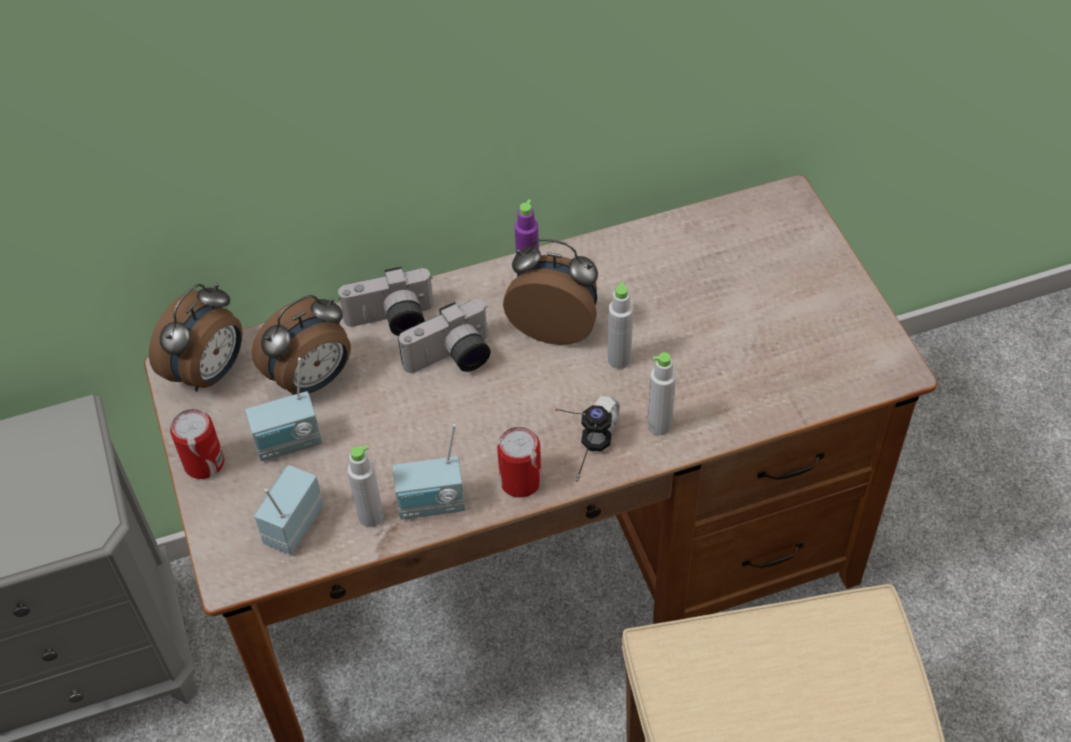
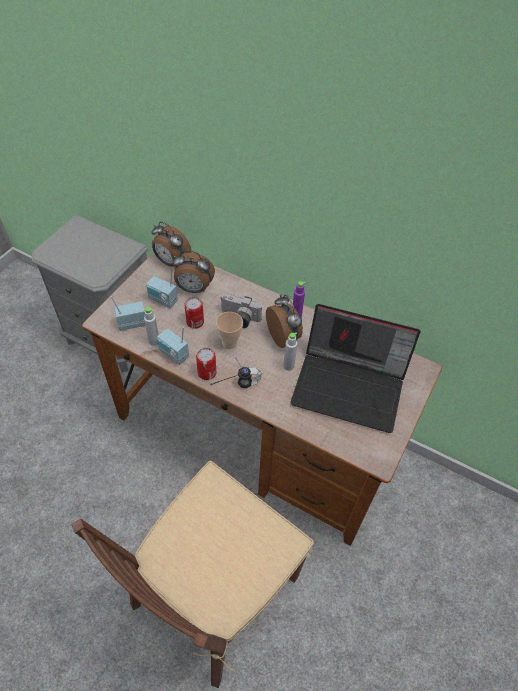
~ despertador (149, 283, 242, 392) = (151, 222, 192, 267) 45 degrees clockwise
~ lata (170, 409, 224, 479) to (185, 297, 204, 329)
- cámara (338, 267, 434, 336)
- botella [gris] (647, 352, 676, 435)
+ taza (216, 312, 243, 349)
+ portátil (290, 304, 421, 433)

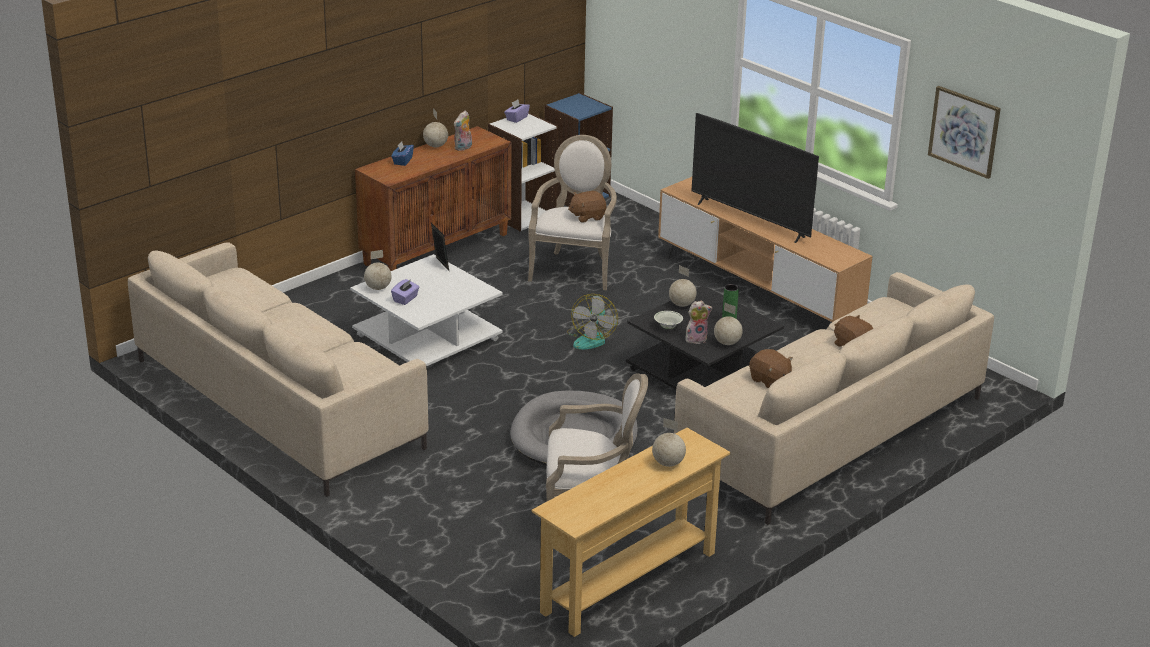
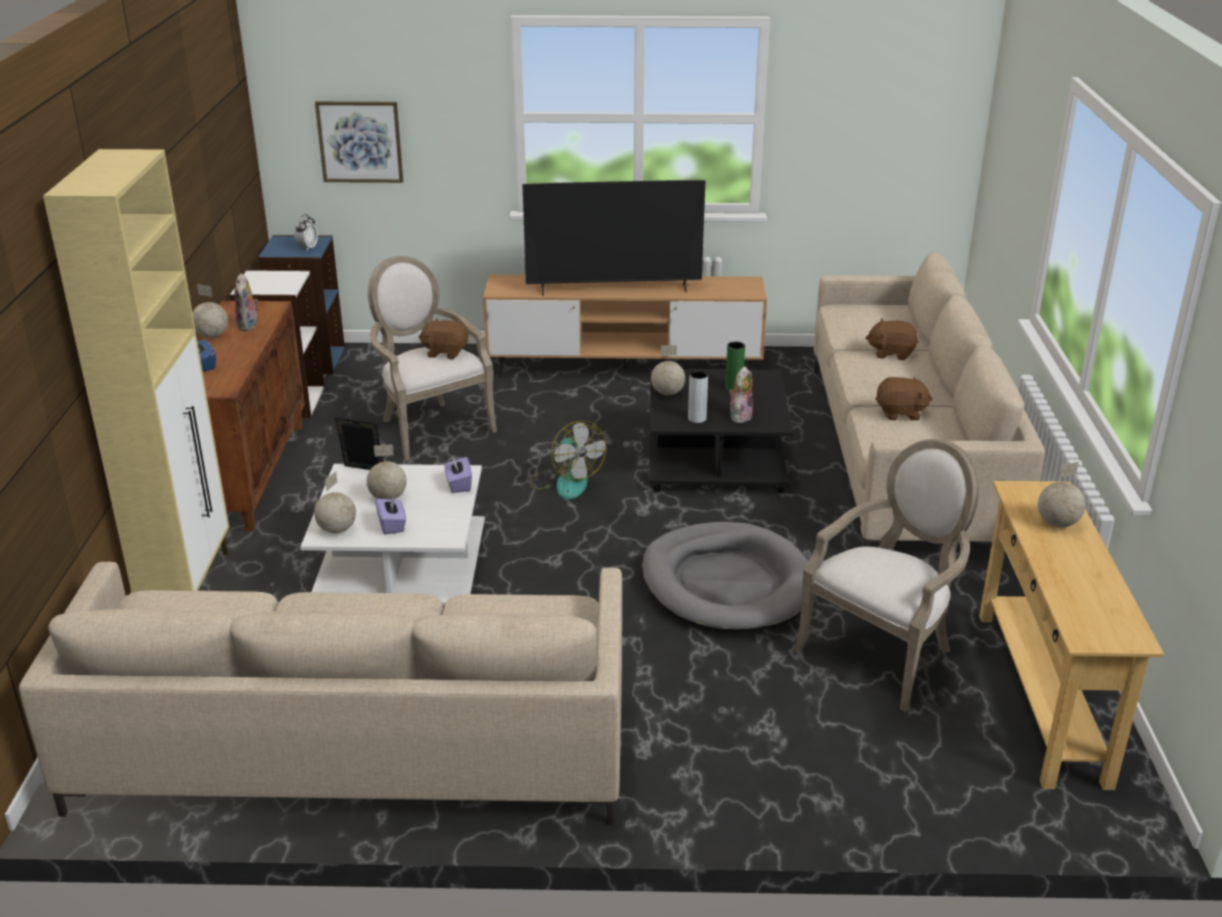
~ caja de pañuelos [morado] (504, 100, 530, 123) to (444, 456, 472, 493)
~ peluche [marrón] (568, 191, 606, 223) = (419, 318, 469, 359) 75 degrees clockwise
~ cuenco [blanco] (654, 311, 683, 329) to florero [gris] (688, 371, 708, 423)
~ globo terráqueo (714, 303, 743, 345) to (367, 444, 407, 499)
~ cuadro (928, 86, 1001, 179) to (315, 101, 403, 183)
+ armario [beis] (43, 149, 229, 593)
+ despertador (294, 214, 318, 252)

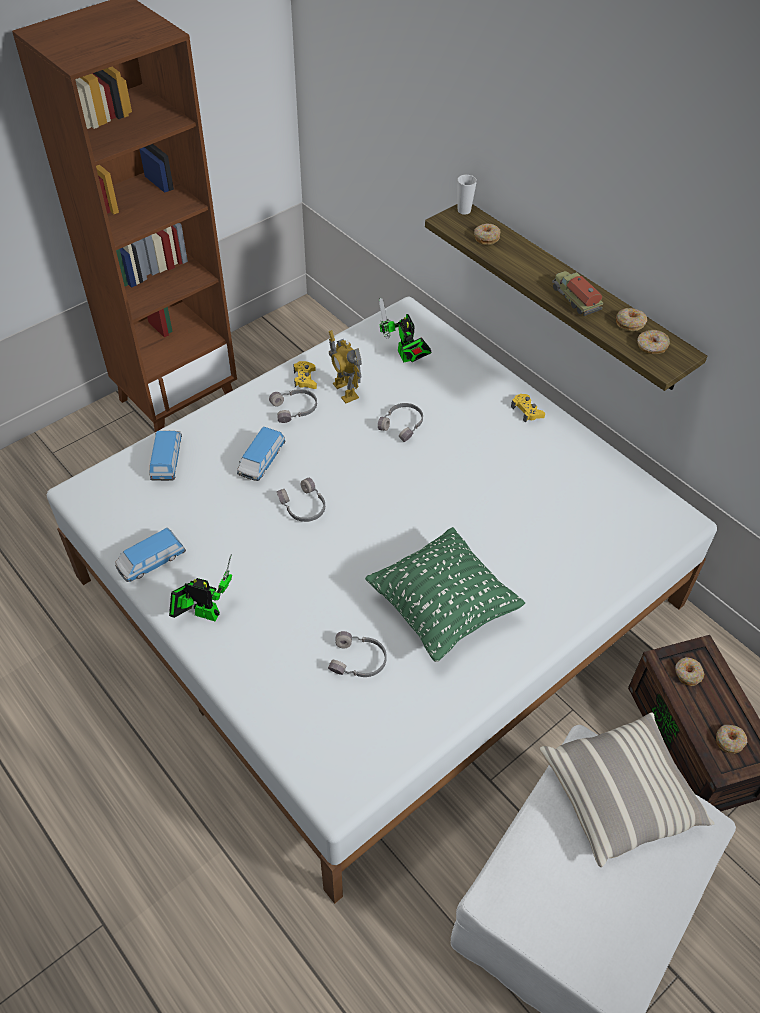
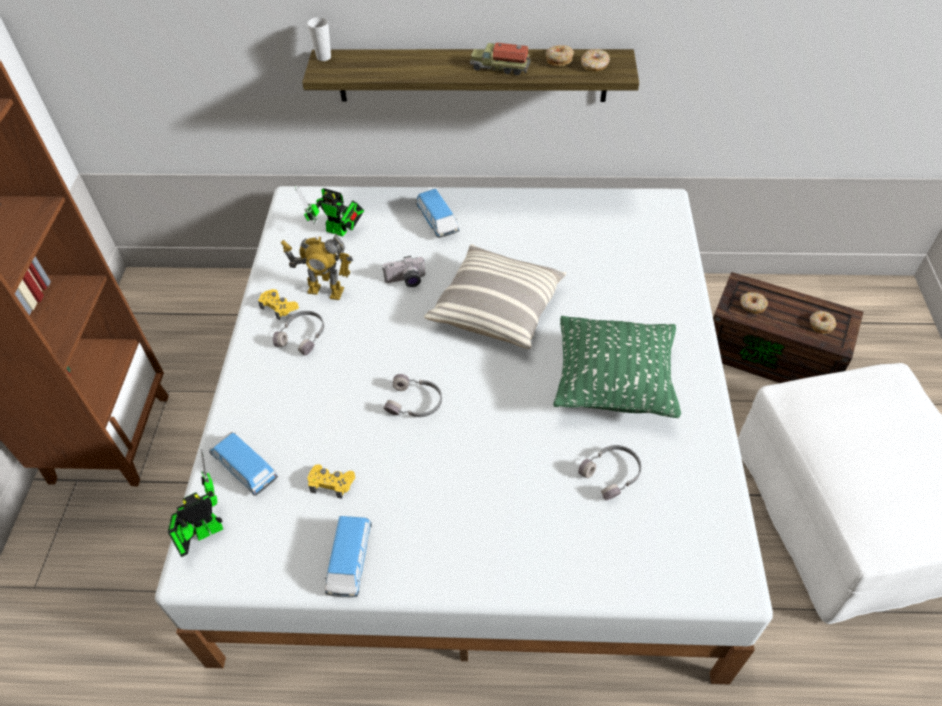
~ robot de juguete (169, 554, 232, 622) to (168, 449, 223, 557)
~ coche de juguete (237, 427, 285, 481) to (416, 189, 459, 238)
~ auriculares [gris] (378, 403, 423, 442) to cámara (382, 256, 425, 287)
- rosquilla (474, 224, 500, 245)
~ mando de consola [amarillo] (511, 394, 545, 422) to (308, 464, 355, 499)
~ cojín (540, 712, 715, 867) to (424, 244, 567, 349)

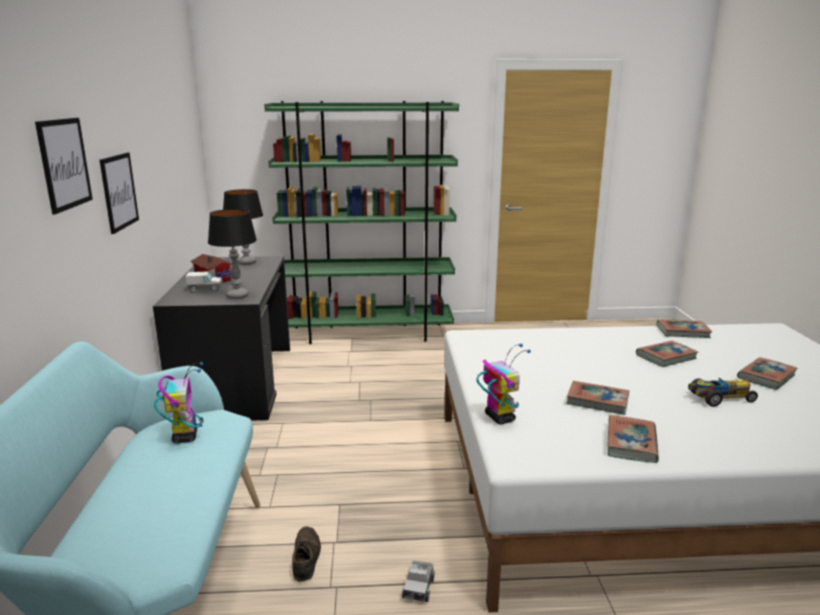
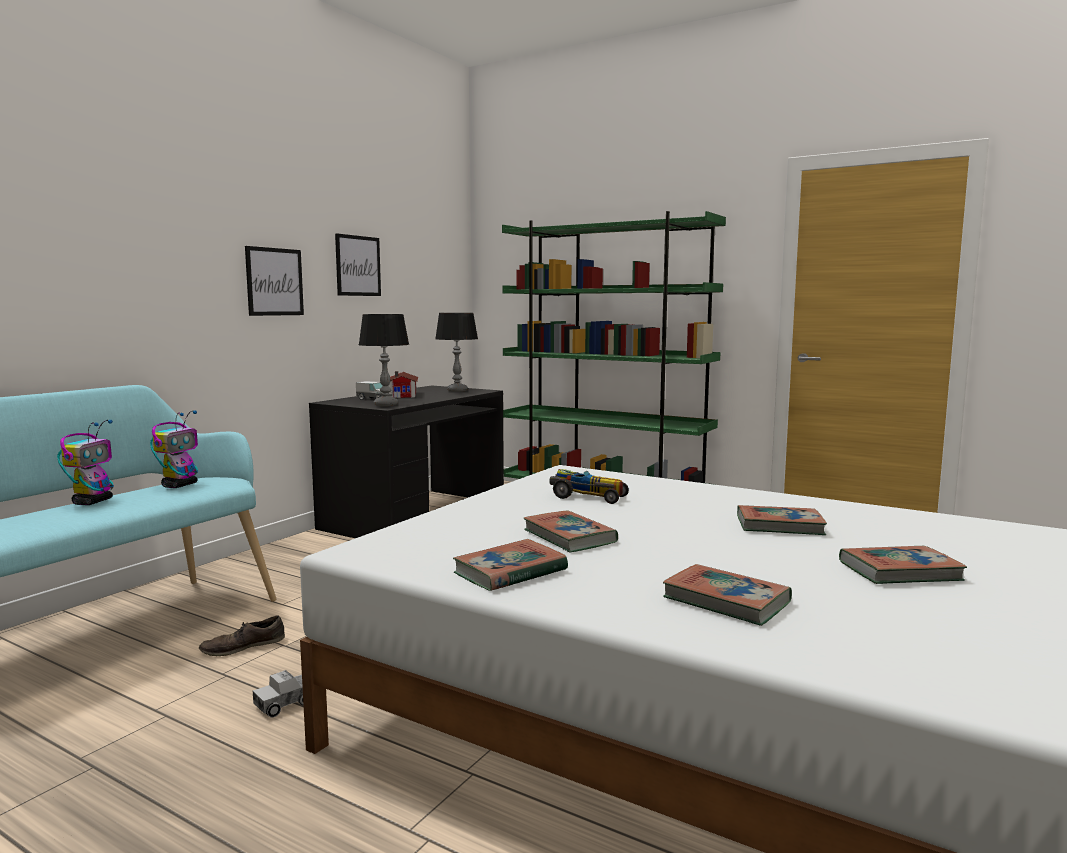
~ cuadro (35, 118, 93, 214) to (335, 233, 381, 296)
~ zapato [marrón] (292, 527, 321, 582) = (199, 615, 285, 656) 150 degrees counterclockwise
~ robot de juguete (476, 344, 531, 424) to (57, 420, 114, 505)
~ libro (657, 320, 712, 338) to (663, 564, 792, 626)
~ coche de juguete (688, 378, 758, 407) to (550, 469, 629, 504)

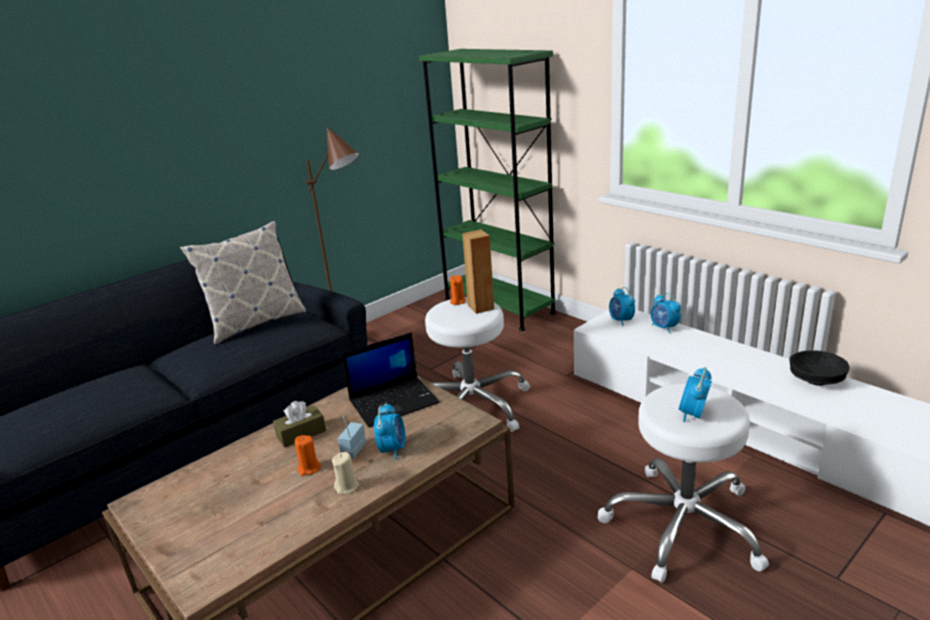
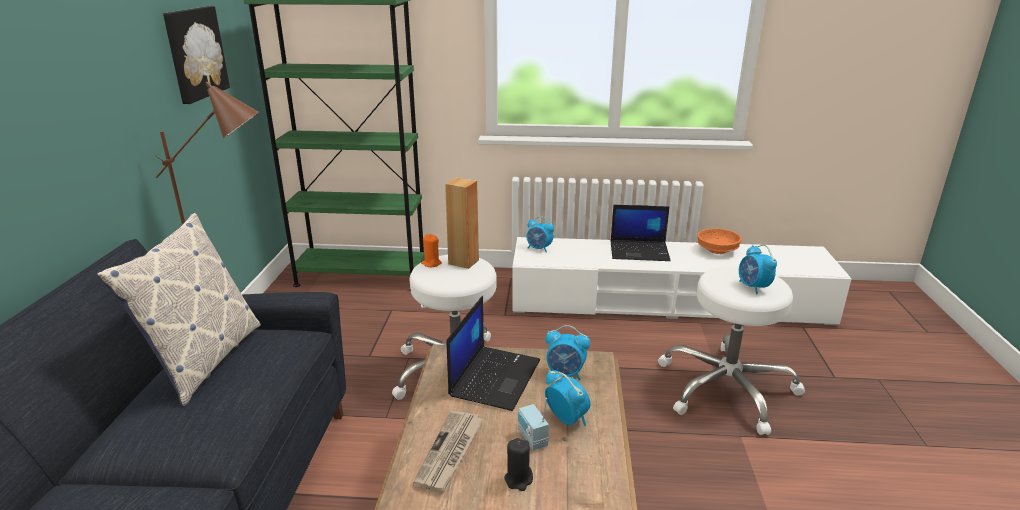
~ caja de pañuelos [marrón] (273, 401, 326, 448) to periódico (413, 410, 483, 491)
~ vela [naranja] (295, 435, 321, 476) to vela [negro] (504, 438, 533, 491)
- vela [beis] (332, 452, 360, 494)
~ despertador (651, 293, 681, 333) to (545, 325, 590, 380)
~ cuenco [negro] (789, 350, 850, 386) to cuenco [naranja] (697, 228, 742, 254)
+ cuadro (163, 6, 230, 104)
+ portátil (611, 205, 671, 261)

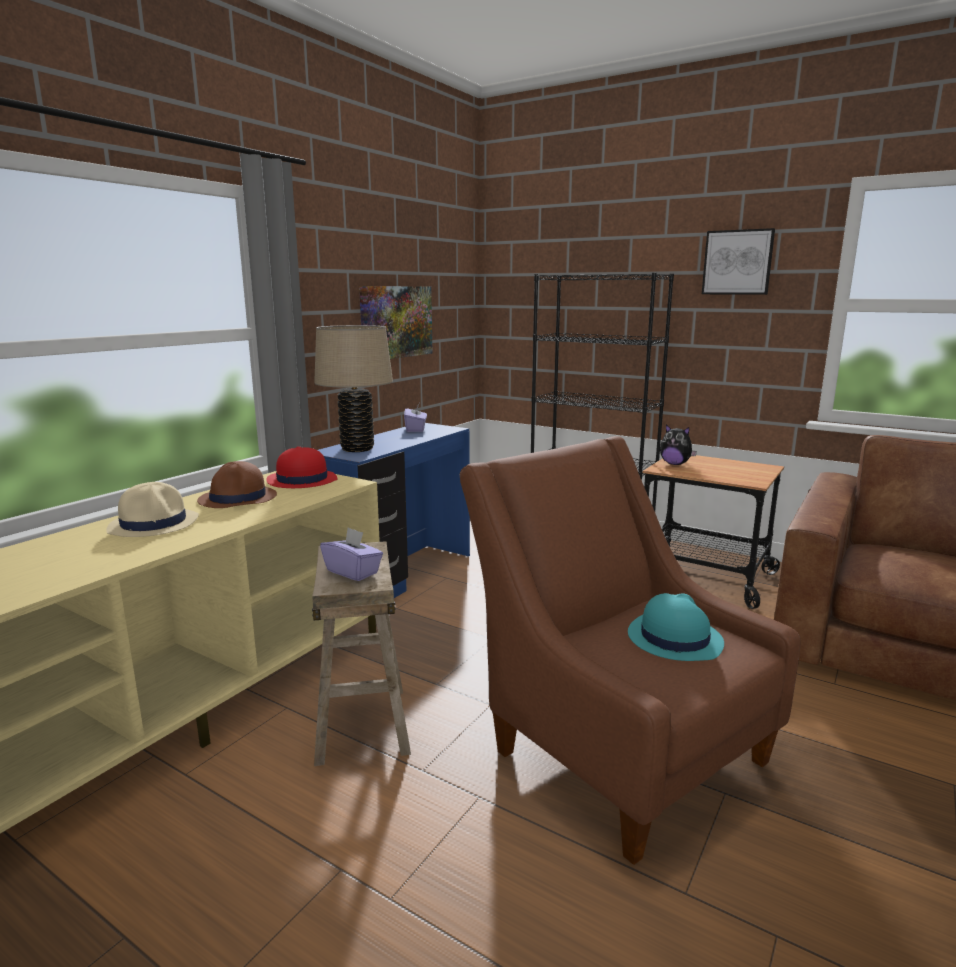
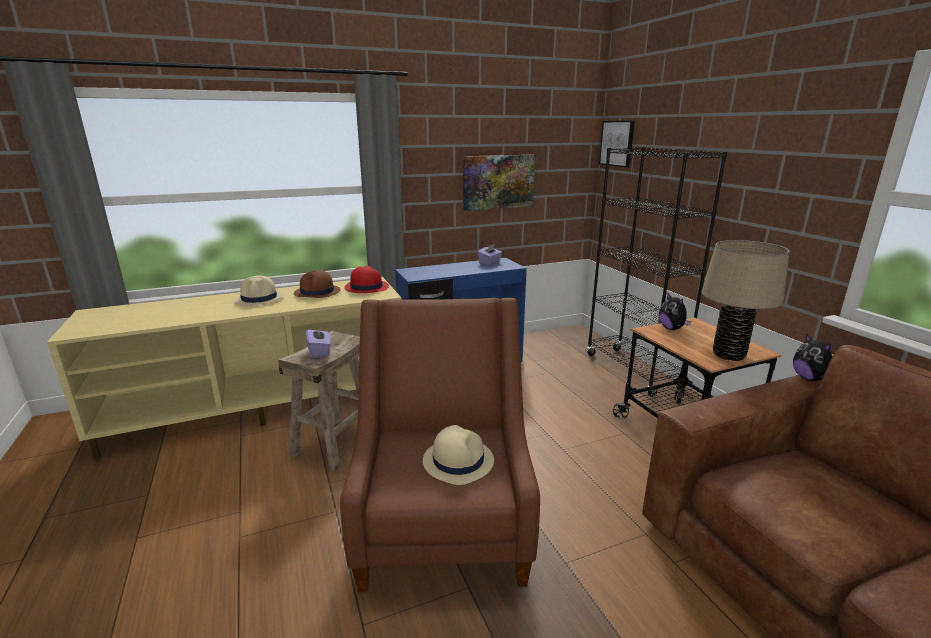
~ lámpara de mesa [beis] (314, 325, 393, 452) to (701, 240, 790, 361)
~ sombrero [turquesa] (628, 593, 724, 661) to sombrero [beis] (423, 425, 494, 485)
~ cuadro (702, 228, 775, 295) to (599, 121, 635, 168)
+ peluche (793, 334, 832, 381)

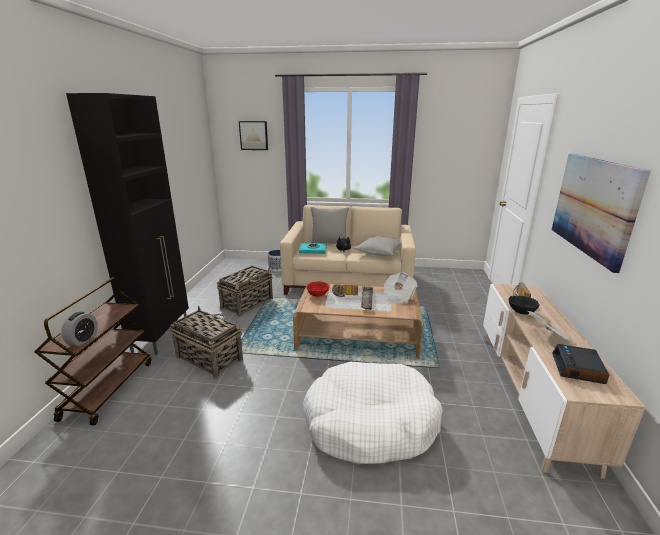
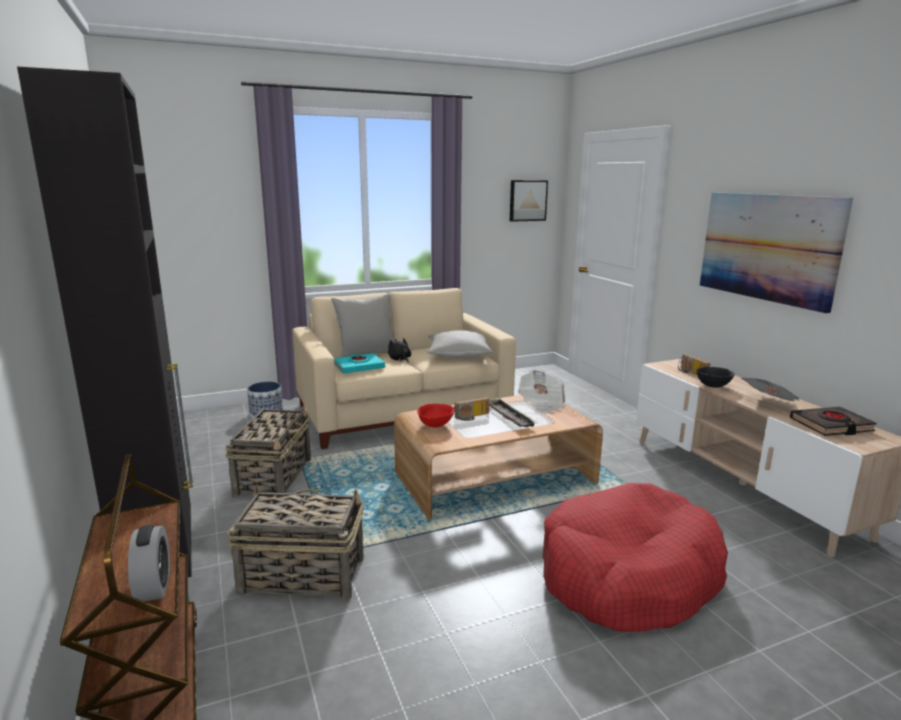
~ cuadro (239, 121, 268, 150) to (510, 180, 548, 222)
~ cama para perro [blanco] (303, 362, 443, 464) to cama para perro [rojo] (542, 483, 728, 632)
~ despertador (552, 344, 609, 384) to libro [negro] (790, 407, 877, 436)

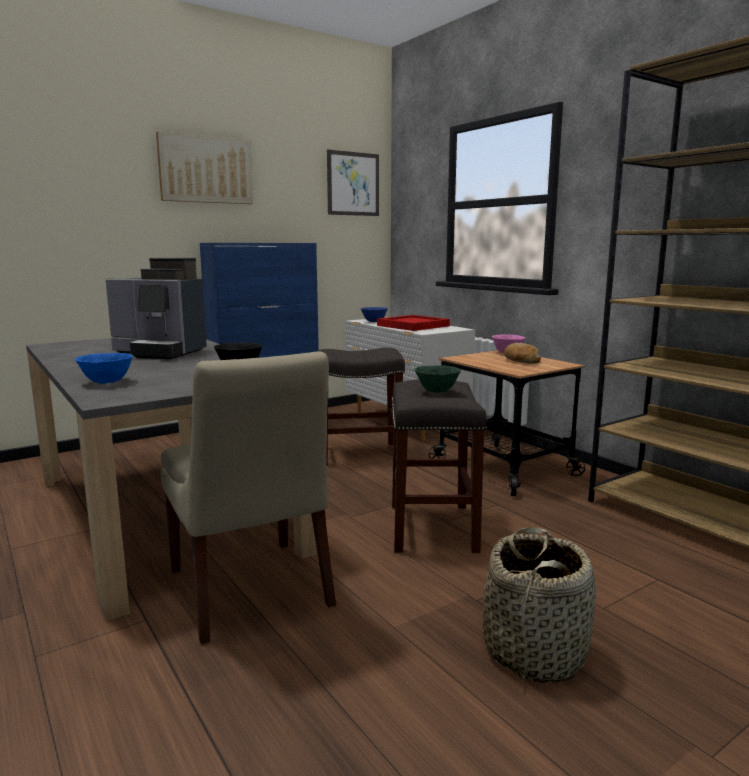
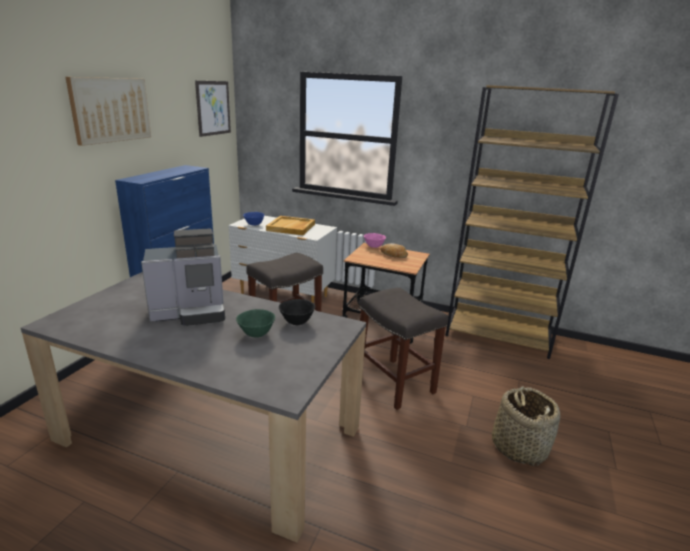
- cuenco [azul] (75, 353, 133, 384)
- silla [beis] (160, 351, 336, 644)
~ bandeja [rojo] (377, 315, 450, 331) to bandeja [beis] (266, 216, 315, 235)
~ cuenco [verde] (414, 365, 461, 393) to (236, 309, 275, 338)

